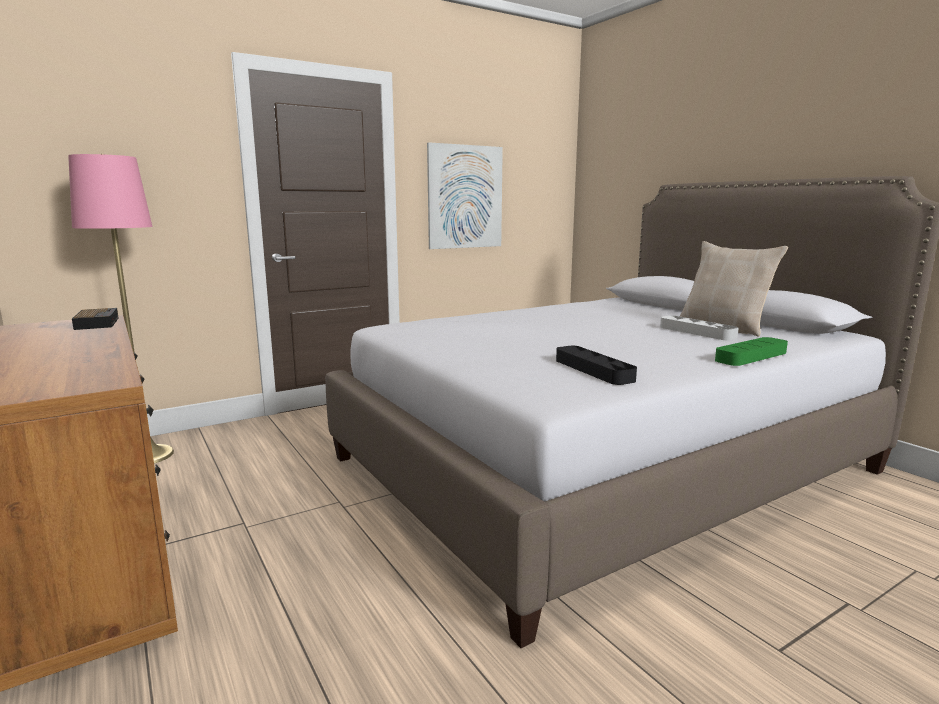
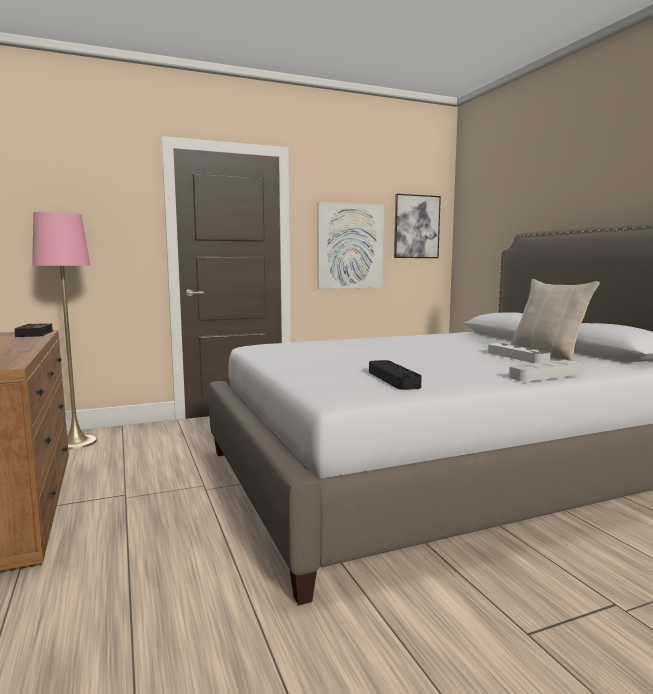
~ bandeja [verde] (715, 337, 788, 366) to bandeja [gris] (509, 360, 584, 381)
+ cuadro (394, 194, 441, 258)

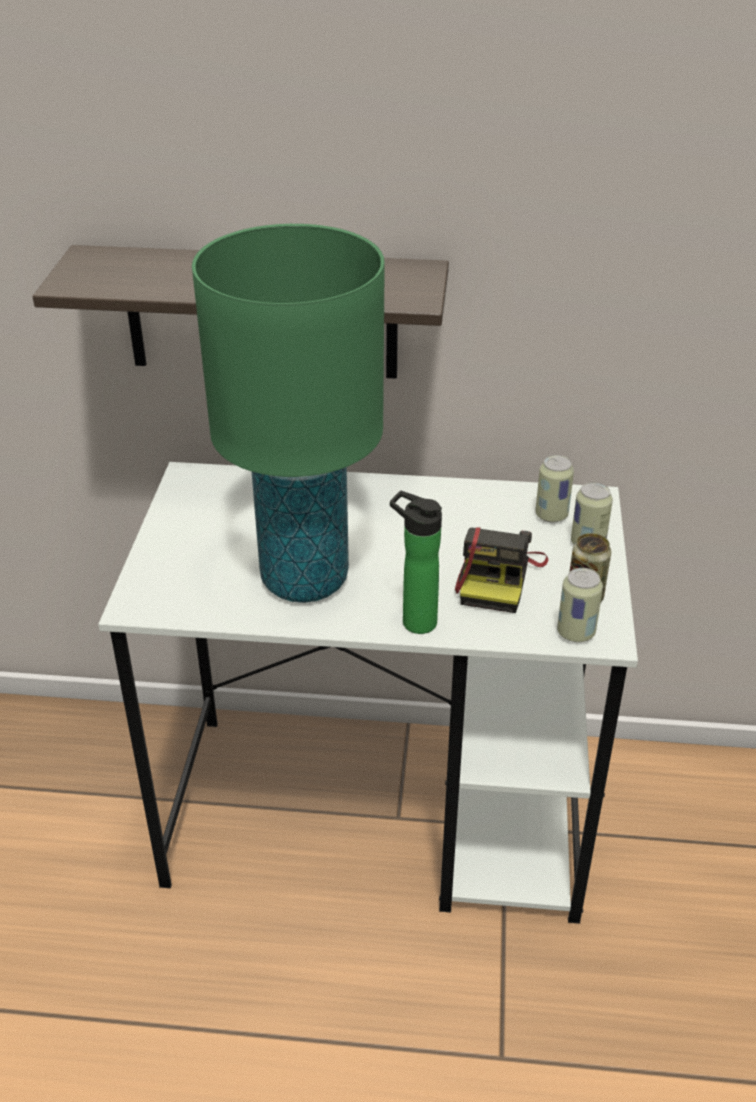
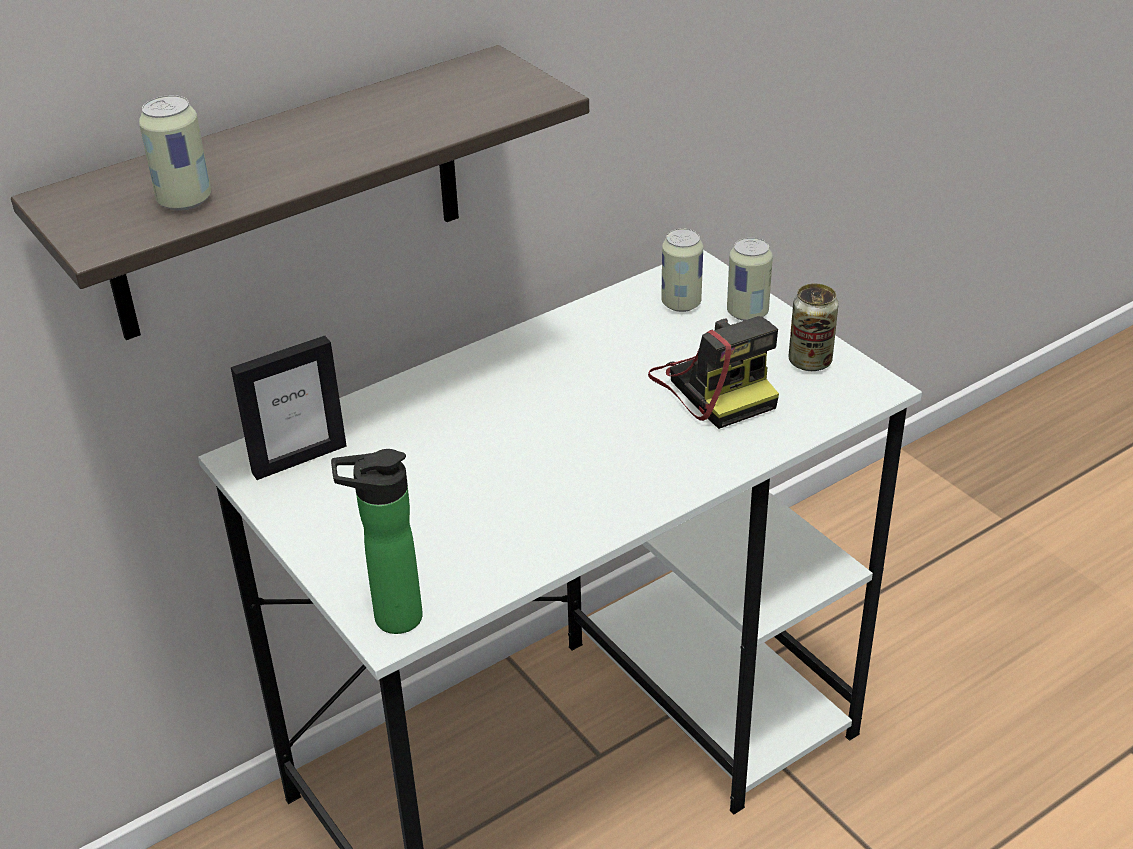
- lámpara de mesa [verde] (192, 224, 385, 603)
~ botella (390, 491, 442, 634) to (331, 449, 423, 634)
~ lata (557, 568, 603, 642) to (139, 95, 211, 211)
+ portarretratos (231, 336, 347, 480)

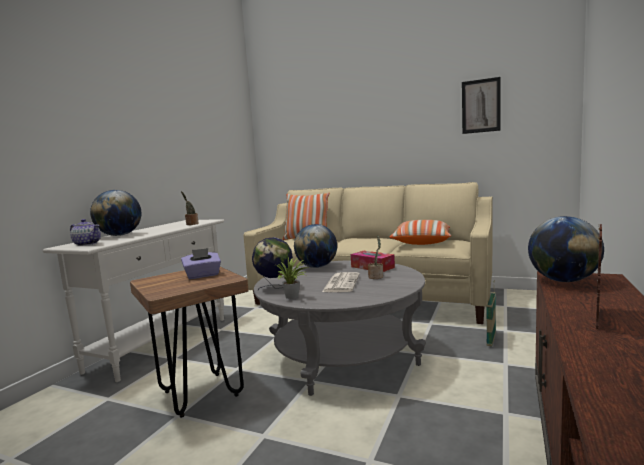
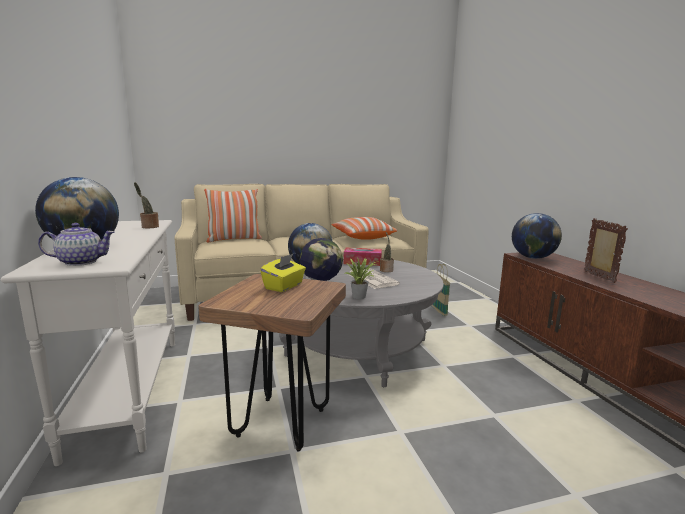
~ caja de pañuelos [morado] (181, 248, 221, 279) to caja de pañuelos [amarillo] (260, 254, 306, 292)
- cuadro (462, 77, 501, 134)

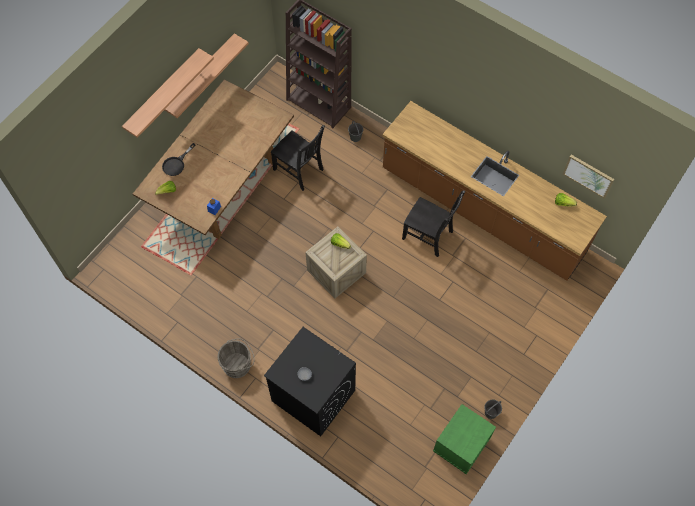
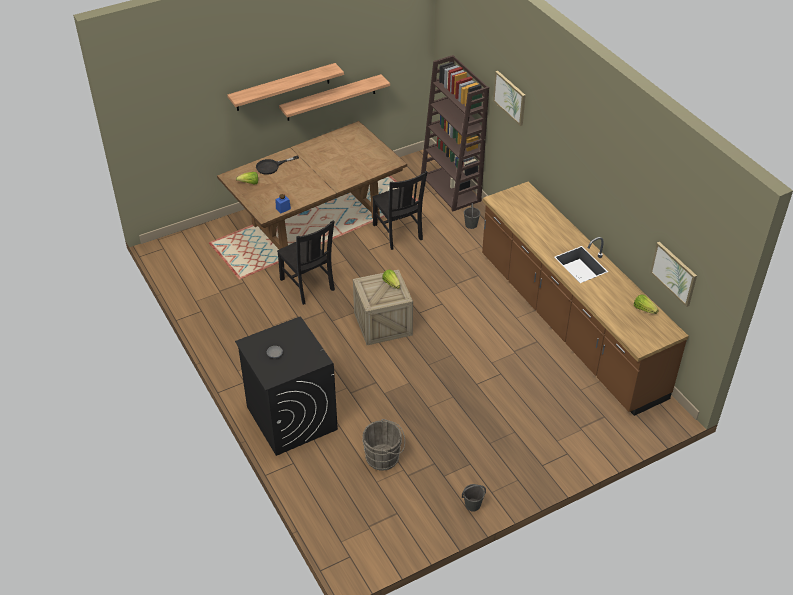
~ cubo [gris] (218, 338, 255, 378) to (362, 419, 405, 471)
~ silla [negro] (402, 190, 465, 257) to (277, 221, 335, 305)
- mesita de noche [verde] (433, 404, 496, 474)
+ cuadro (493, 71, 526, 126)

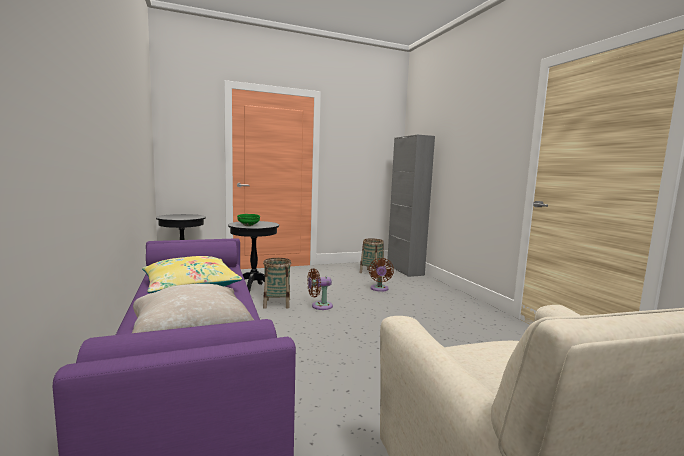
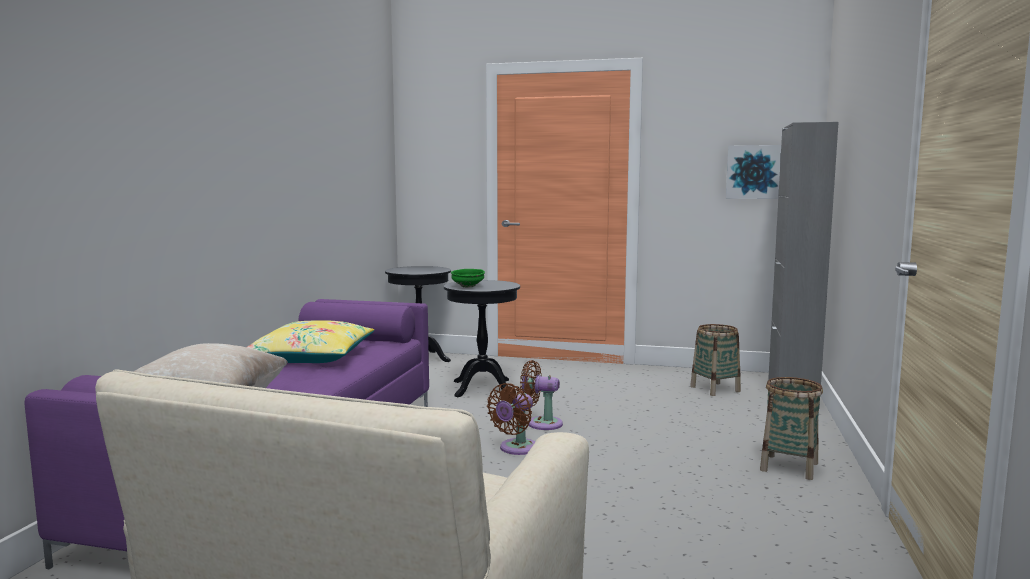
~ cesta (263, 258, 291, 309) to (760, 377, 823, 480)
~ ventilador [marrón] (369, 258, 394, 292) to (487, 383, 535, 455)
+ cuadro (726, 145, 781, 199)

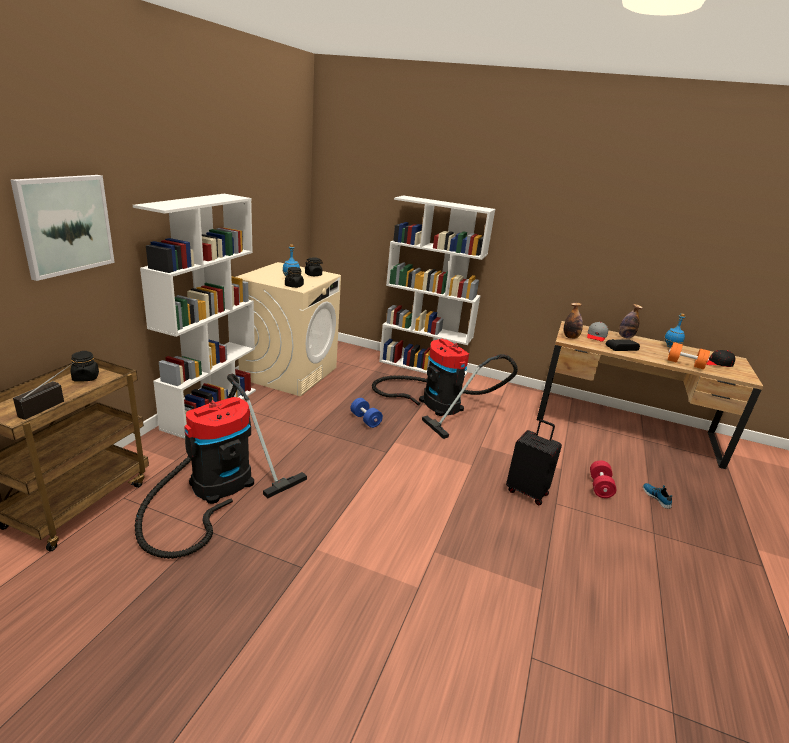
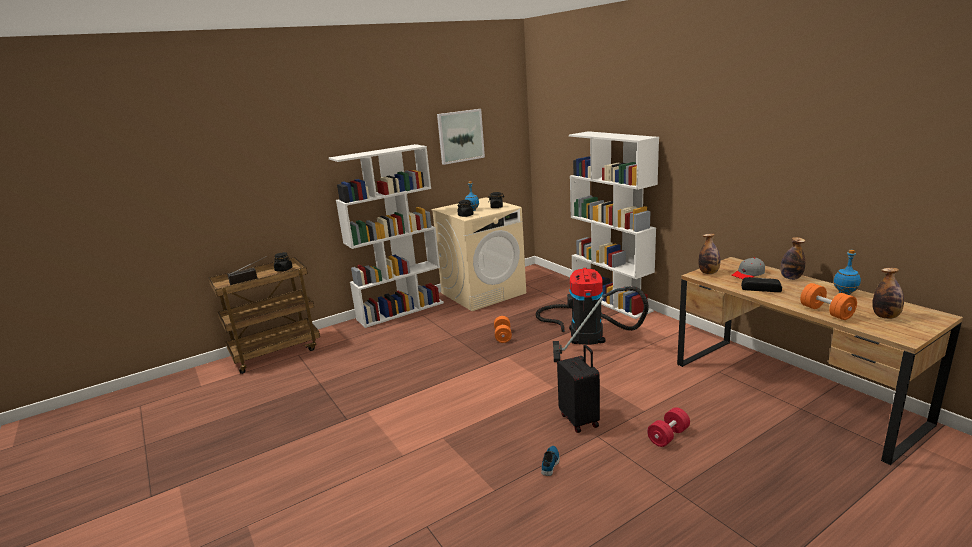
~ cuadro (11, 175, 115, 281) to (437, 109, 485, 165)
- aspiradora (135, 374, 307, 559)
~ mancuerna [azul] (350, 398, 383, 428) to mancuerna [naranja] (494, 316, 512, 343)
~ zapato (643, 483, 672, 509) to (541, 446, 560, 476)
~ gorra [negro] (706, 350, 736, 367) to botella (872, 268, 904, 319)

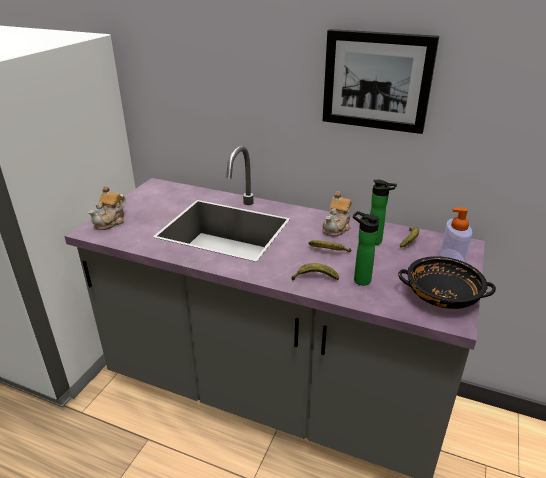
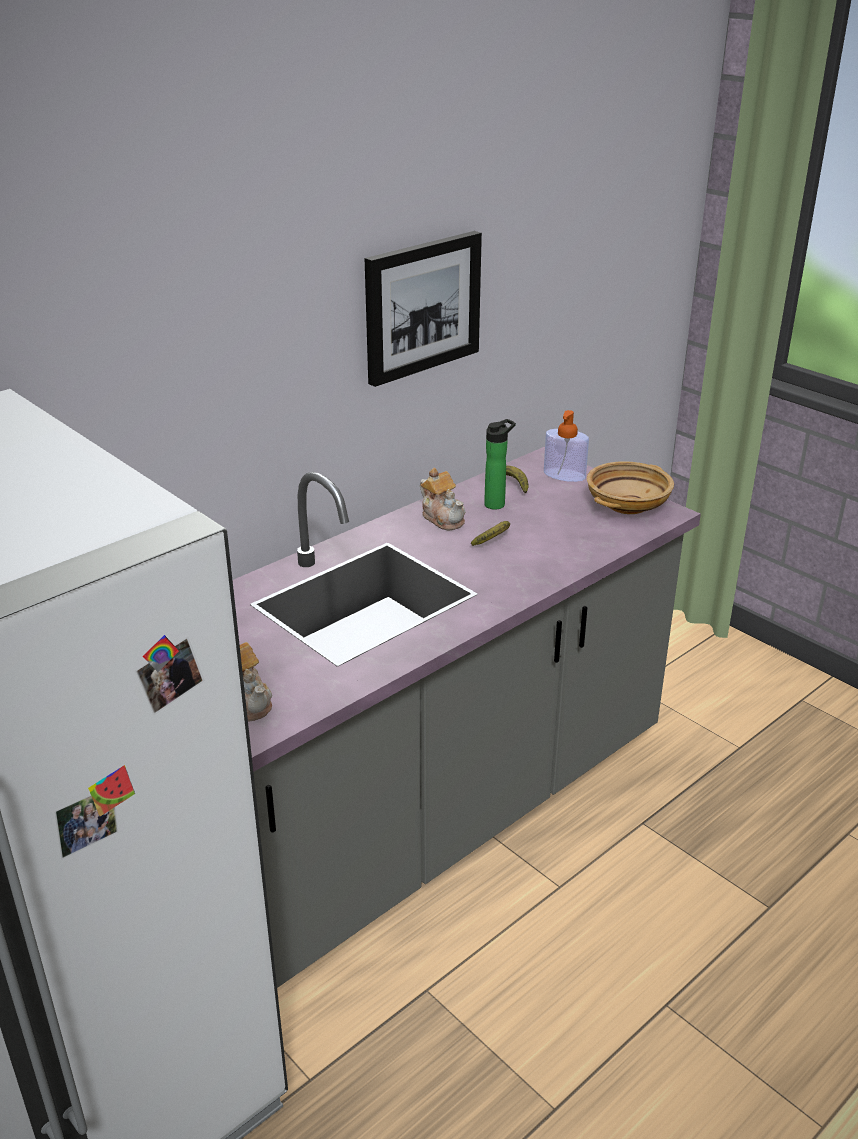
- plátano (291, 263, 339, 280)
- botella (353, 211, 380, 286)
~ cuenco [negro] (398, 256, 496, 309) to cuenco [beis] (587, 461, 674, 514)

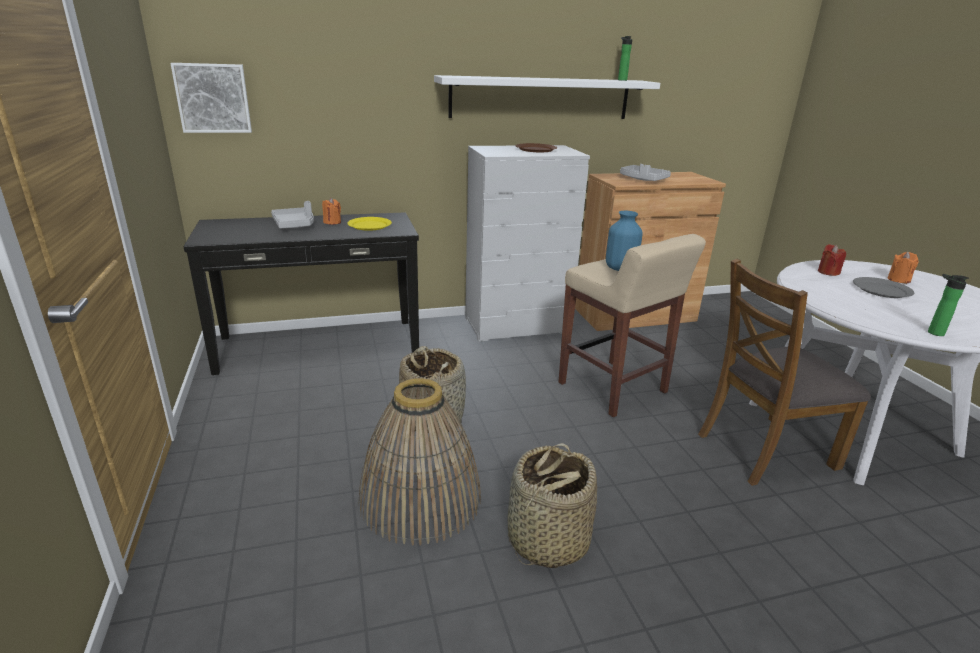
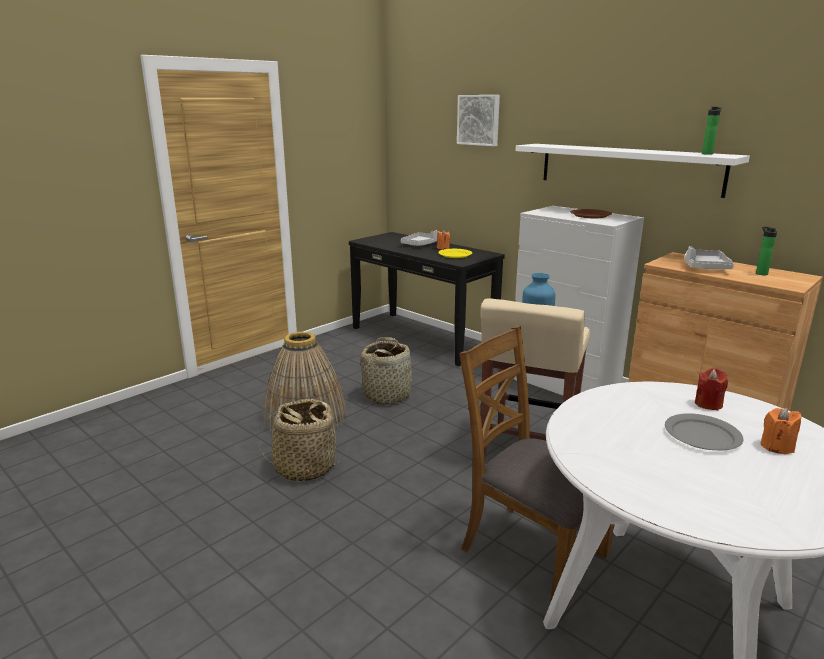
~ cuadro (170, 63, 252, 133) to (457, 95, 500, 146)
~ botella (928, 274, 969, 336) to (756, 227, 777, 275)

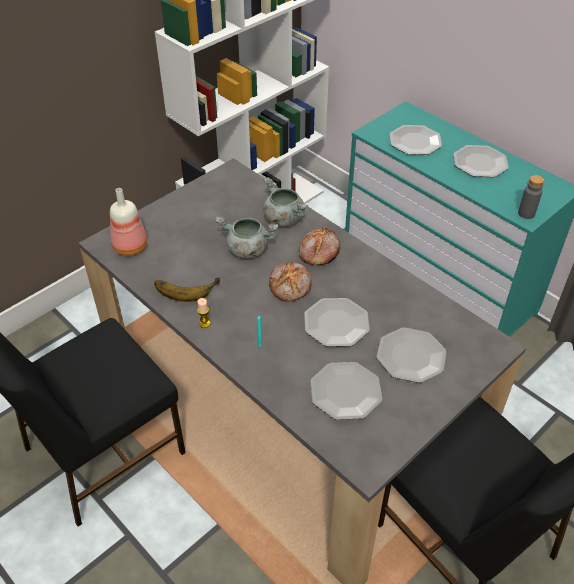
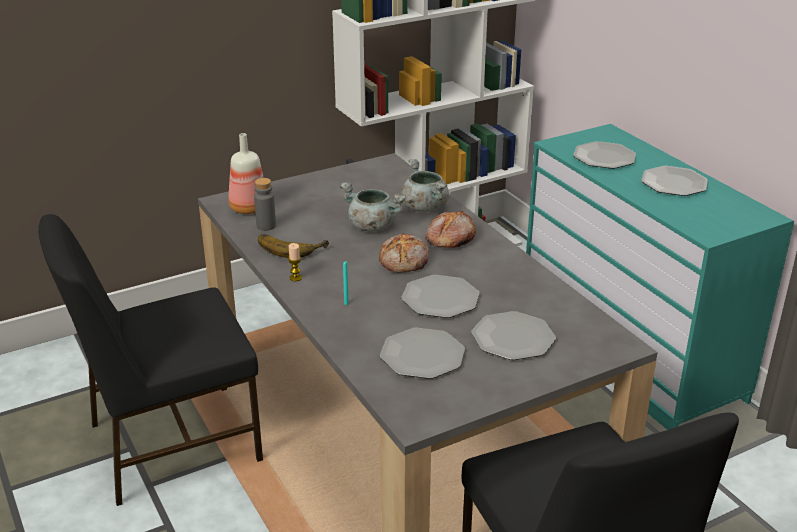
~ botella [gris] (518, 175, 544, 219) to (254, 178, 276, 231)

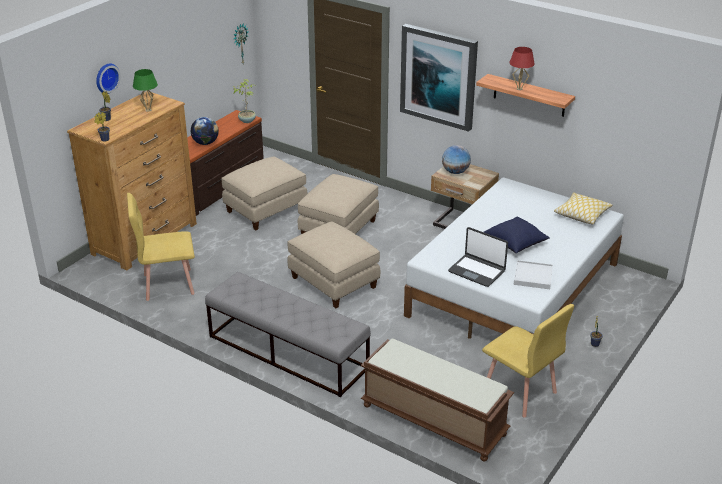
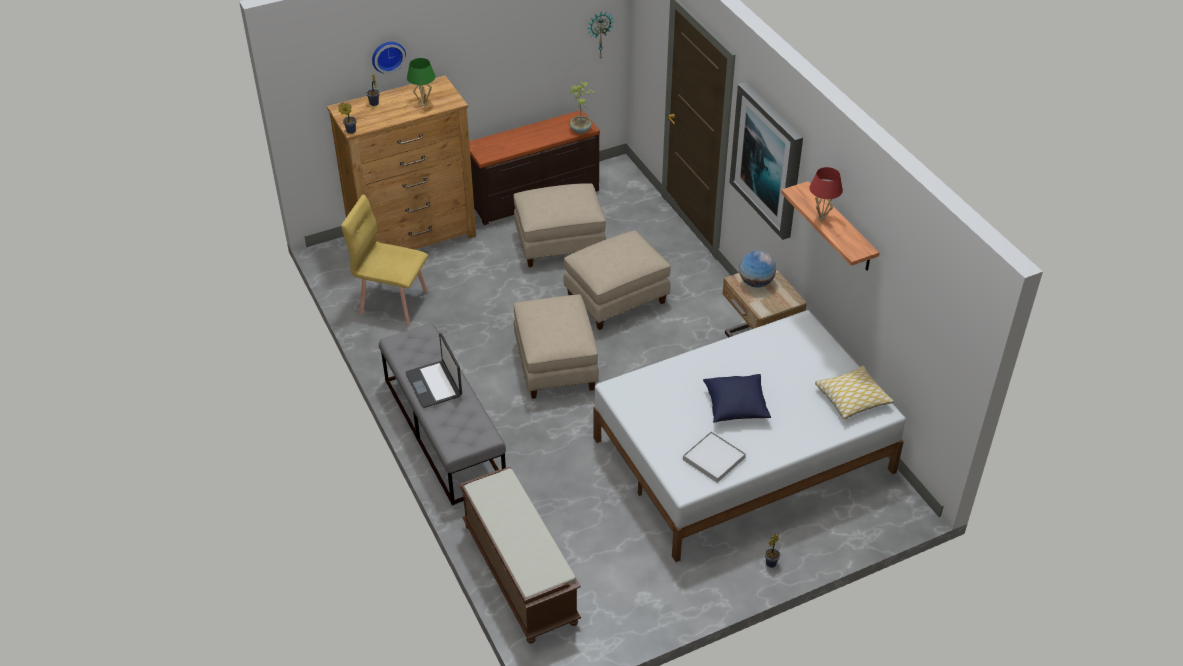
- globo terráqueo (190, 117, 219, 145)
~ portátil (448, 227, 508, 287) to (406, 333, 462, 408)
- silla [amarillo] (482, 304, 574, 418)

